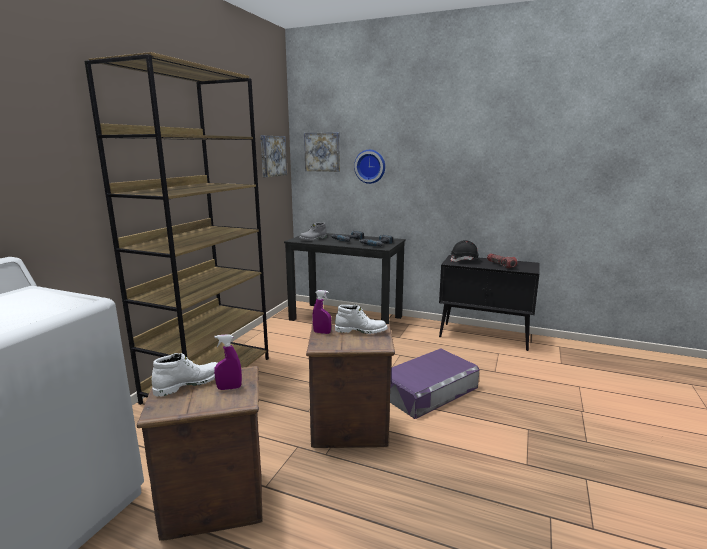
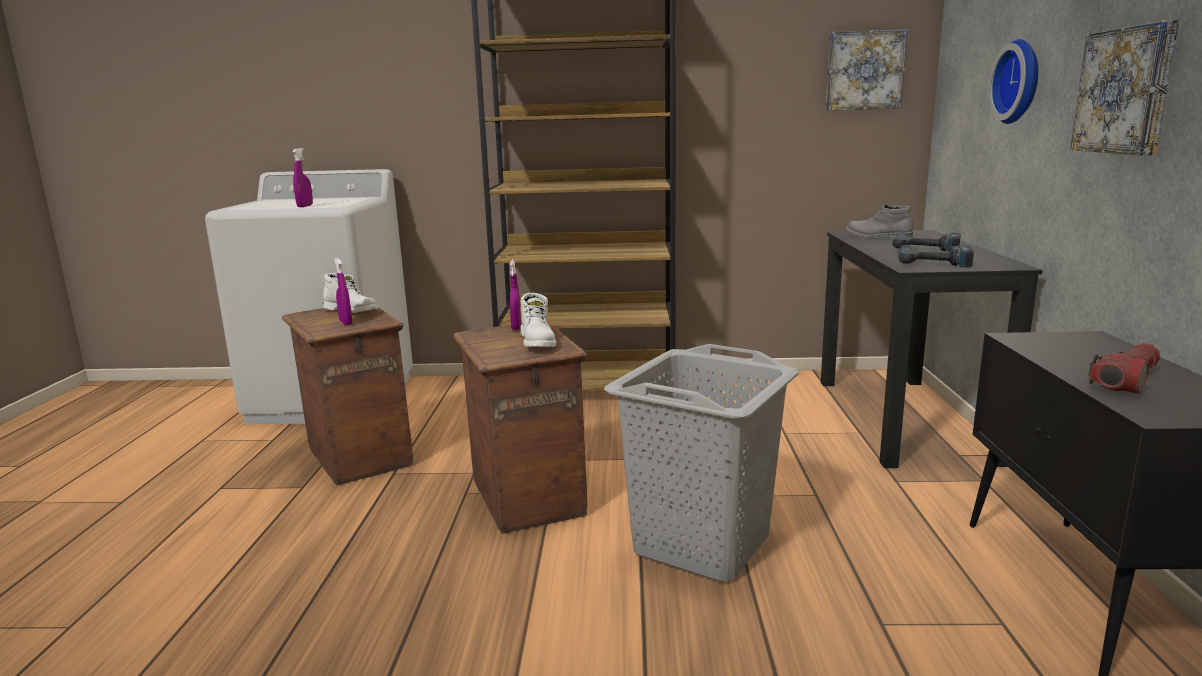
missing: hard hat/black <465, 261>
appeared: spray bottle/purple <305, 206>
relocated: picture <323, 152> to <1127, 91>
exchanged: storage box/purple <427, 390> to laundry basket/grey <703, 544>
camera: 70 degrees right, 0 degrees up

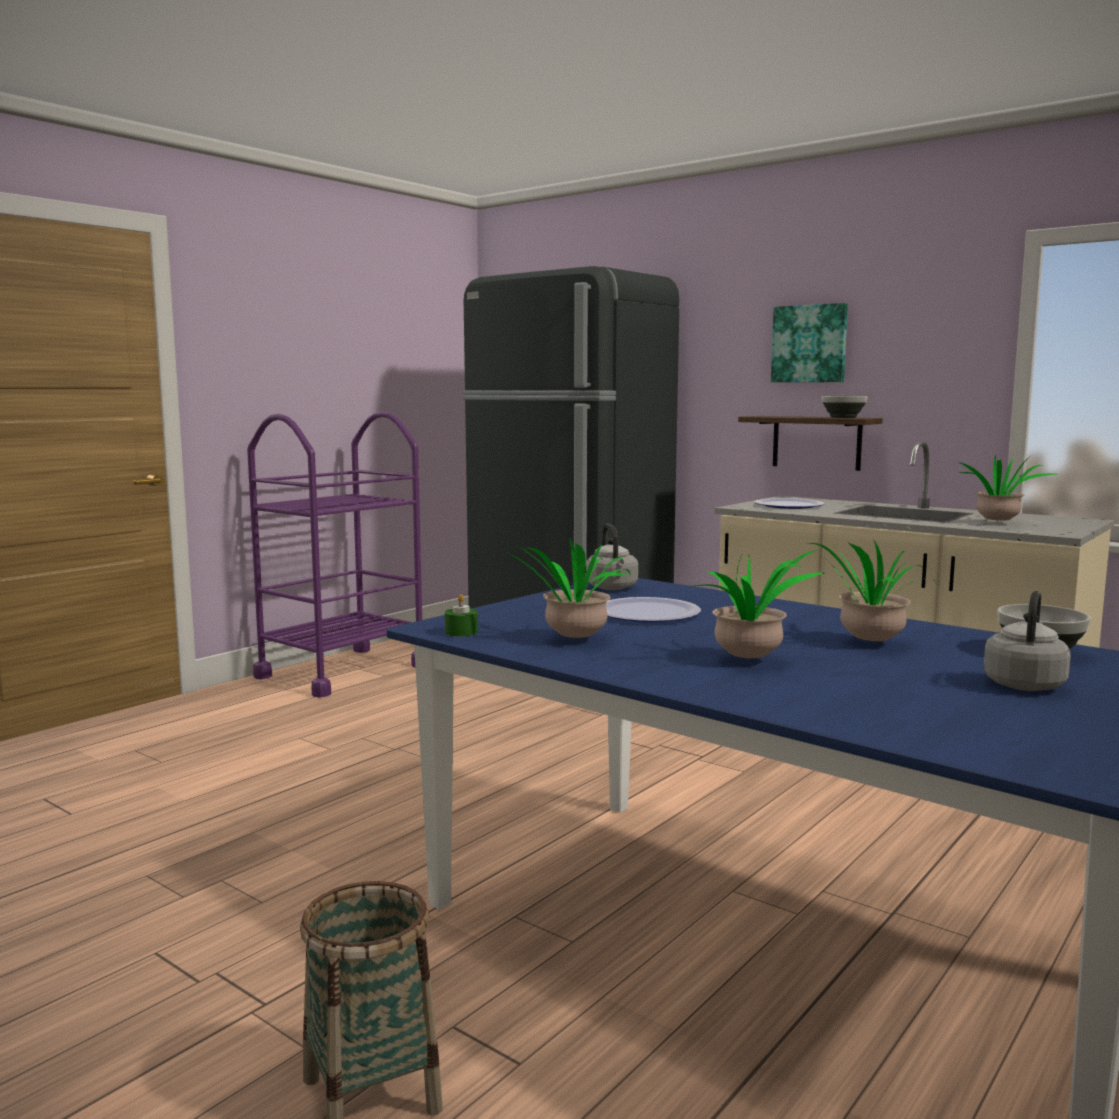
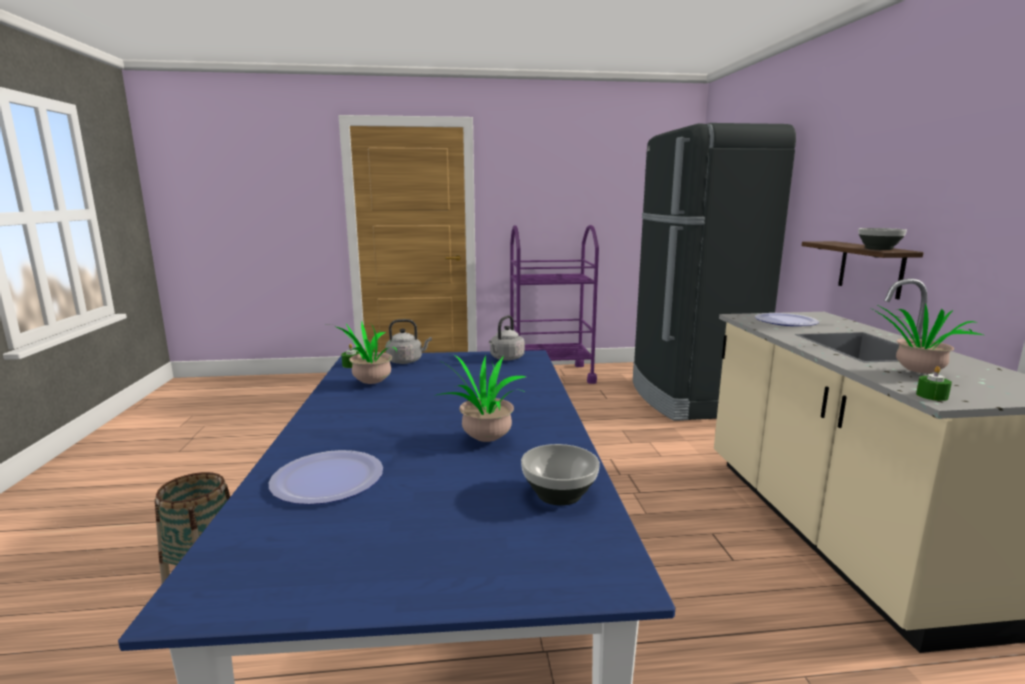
missing: picture <810, 344>; potted plant <752, 661>
appeared: candle/green <931, 396>
relocated: kettle/grey <1024, 684> to <406, 361>; plate <648, 613> to <328, 479>
camera: 45 degrees right, 5 degrees up

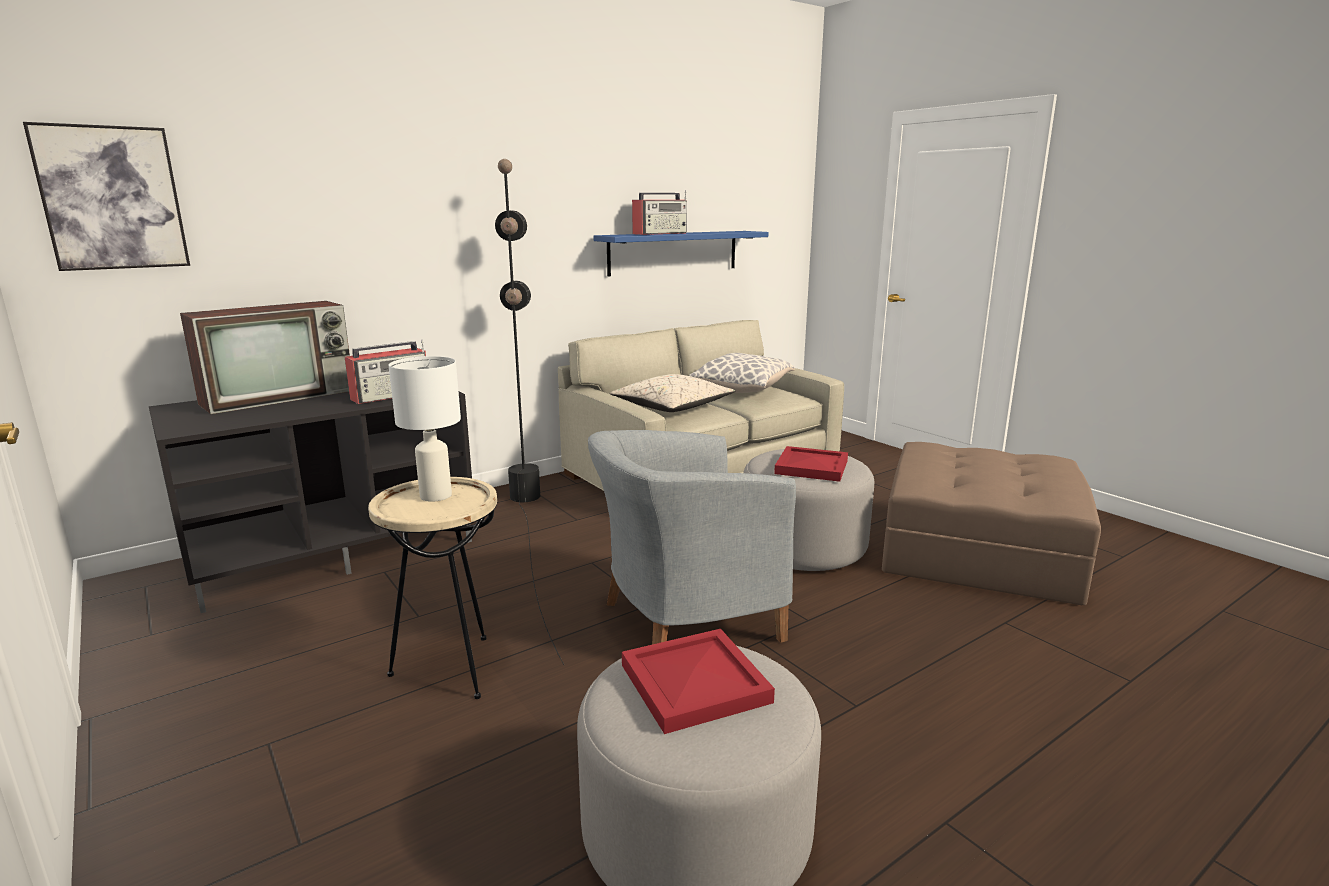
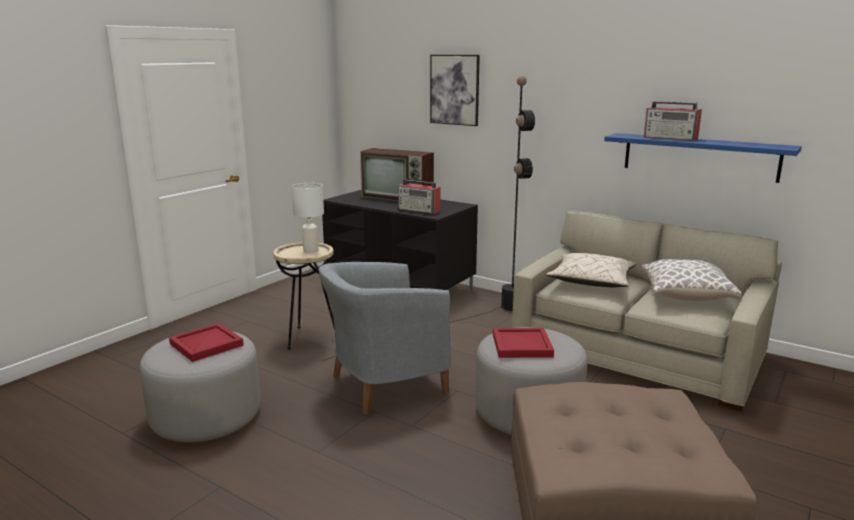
relocated: picture <112, 198> to <454, 90>
spun: armchair/grey <684, 622> = <383, 384> 75 degrees counterclockwise
camera: 70 degrees right, 0 degrees up

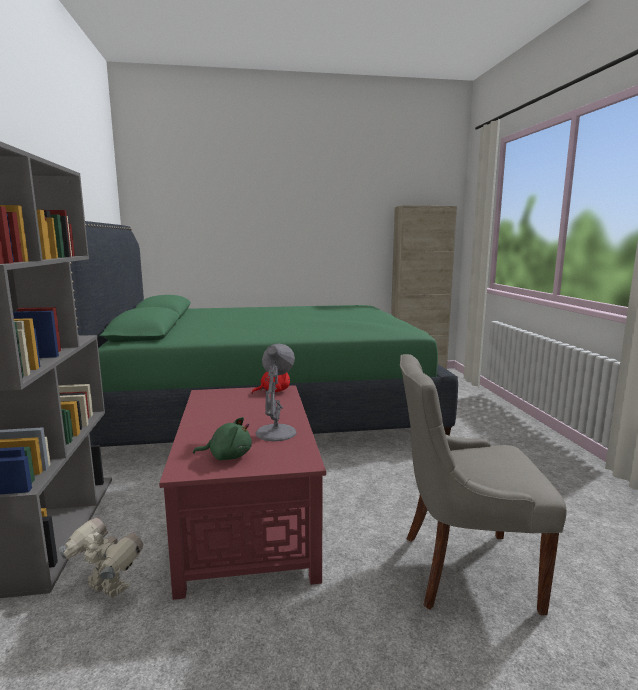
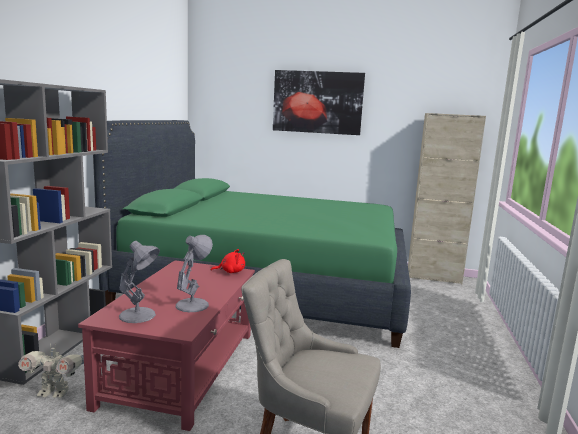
appeared: picture <317, 102>
exchanged: plush toy/green <227, 456> to table lamp/grey <139, 315>
spun: toy robot <106, 590> = <54, 392> 135 degrees clockwise
camera: 20 degrees right, 0 degrees up

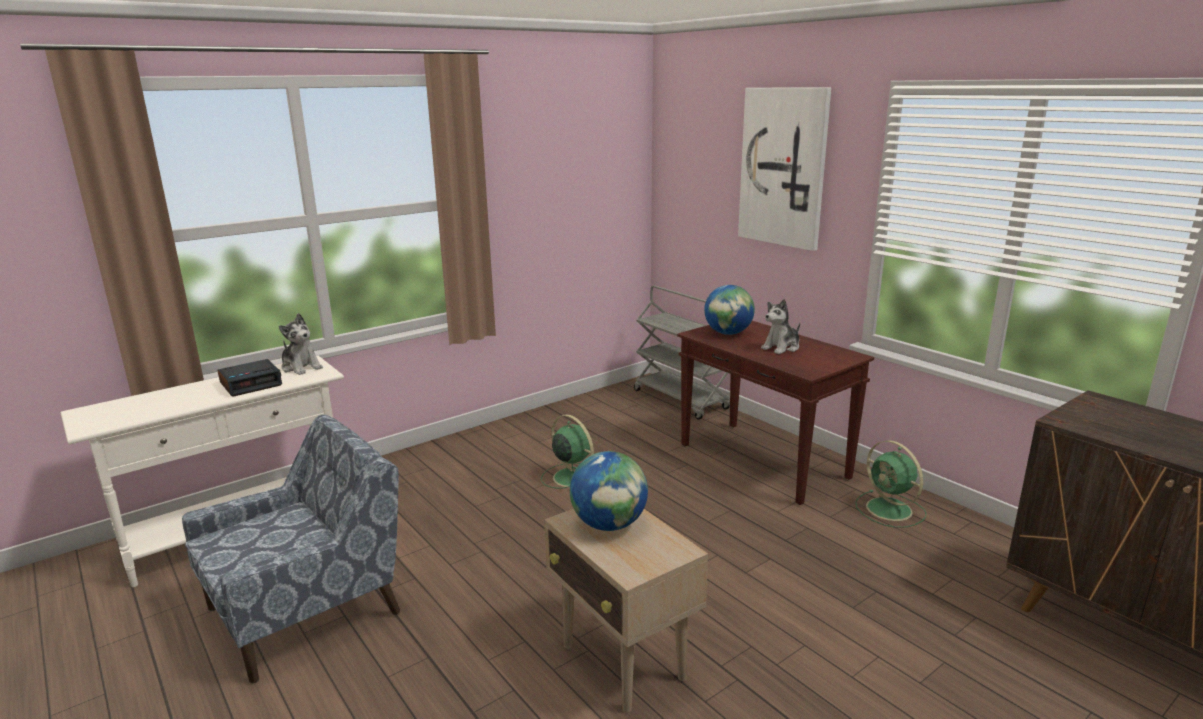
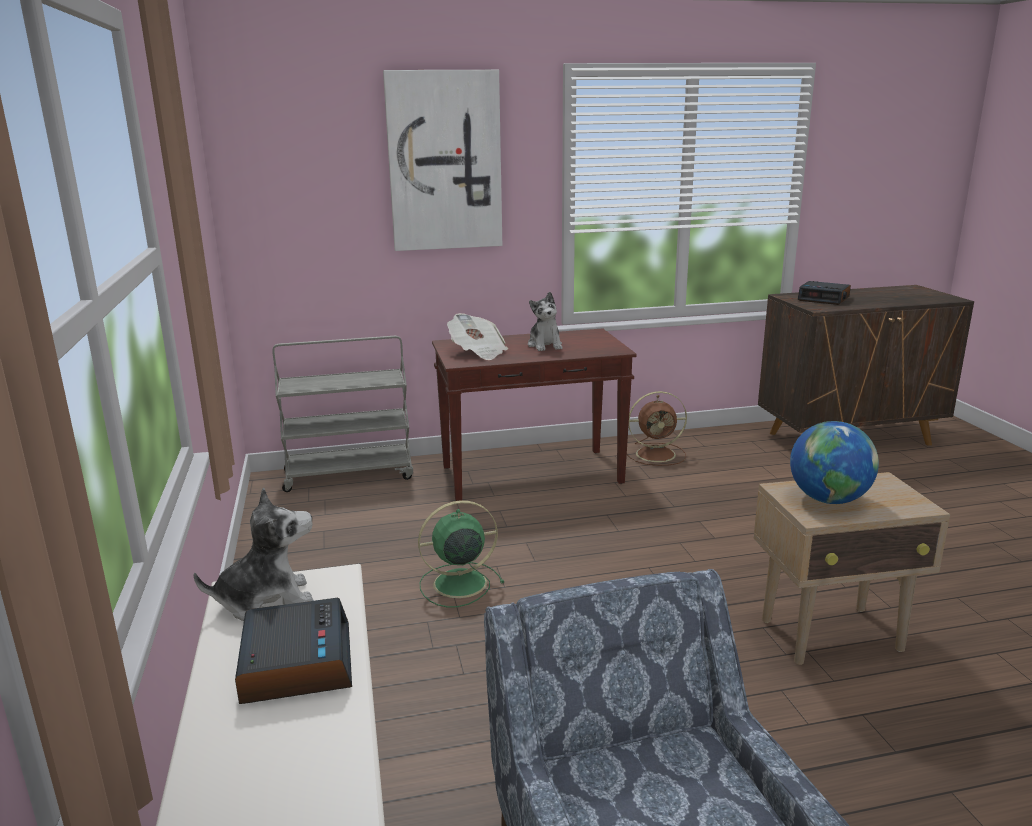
appeared: alarm clock <824, 299>
exchanged: globe <728, 333> to newspaper <478, 352>
colour: fan/green <890, 510> to fan/brown <657, 454>
camera: 65 degrees left, 0 degrees up

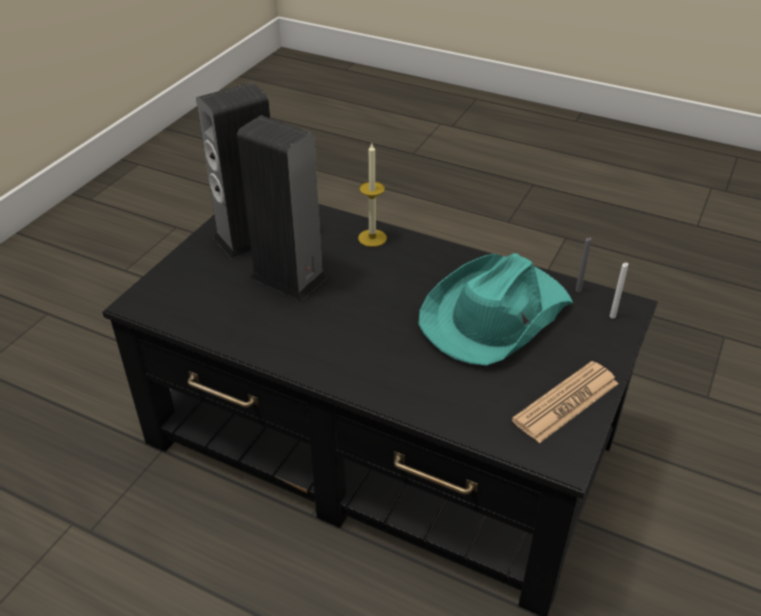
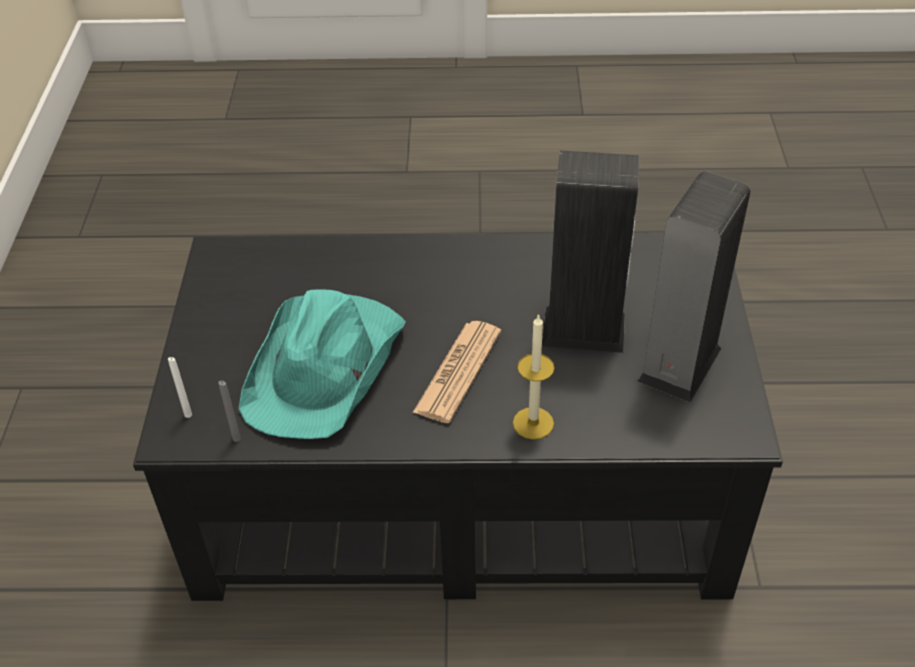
relocated: newspaper <566, 402> to <458, 372>
camera: 155 degrees right, 5 degrees up

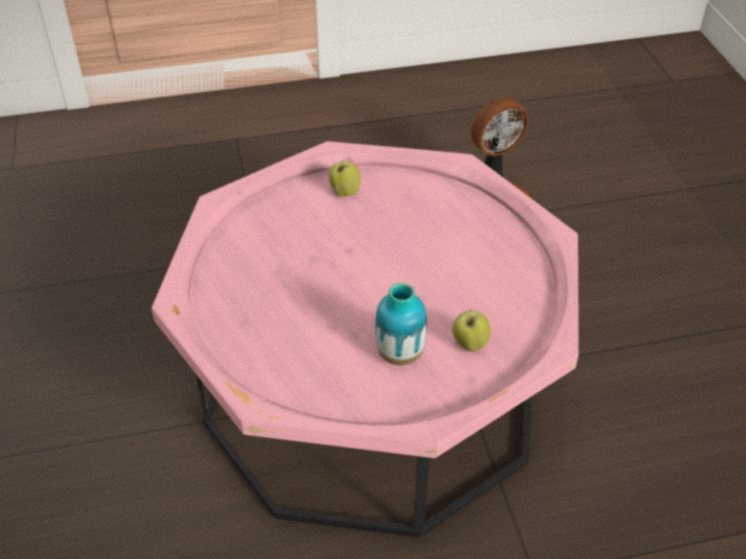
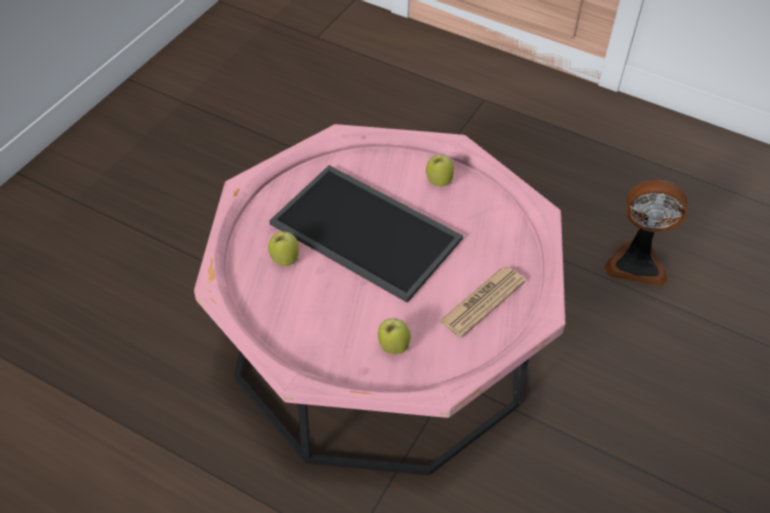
missing: vase <400, 354>
appeared: tray <369, 231>; apple <284, 259>; newspaper <482, 302>
camera: 40 degrees right, 5 degrees up

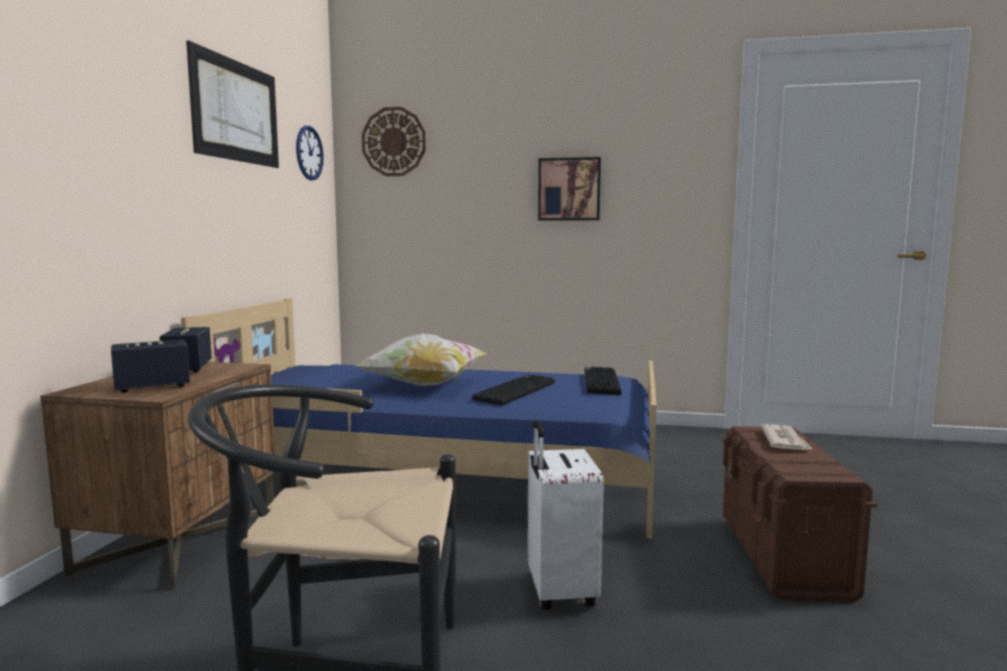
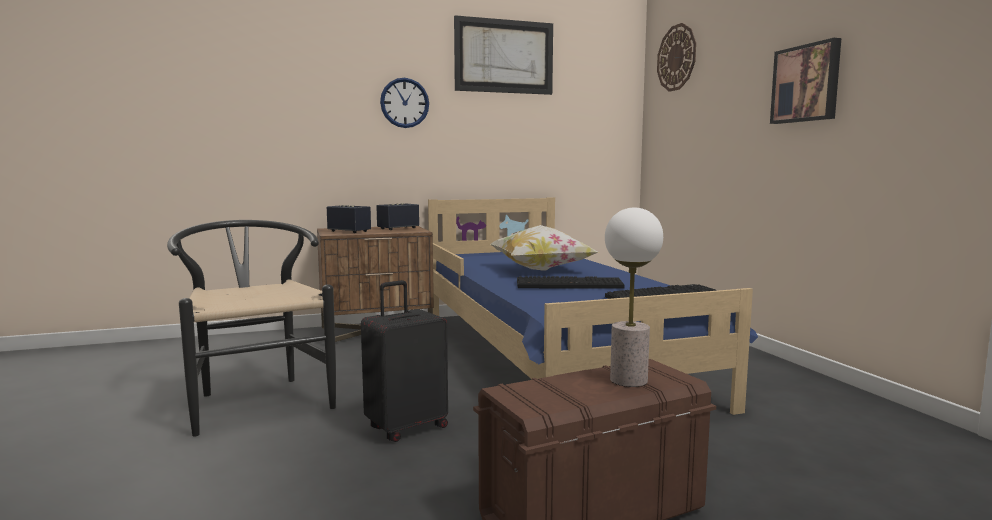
relocated: wall clock <309, 153> to <404, 103>
exchanged: newspaper <785, 441> to table lamp <629, 380>
colour: suitcase/white <558, 592> to suitcase/black <406, 427>
camera: 60 degrees right, 0 degrees up

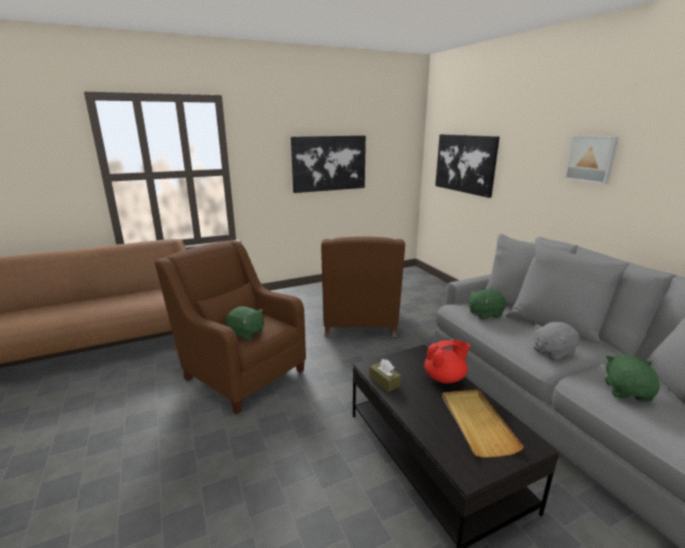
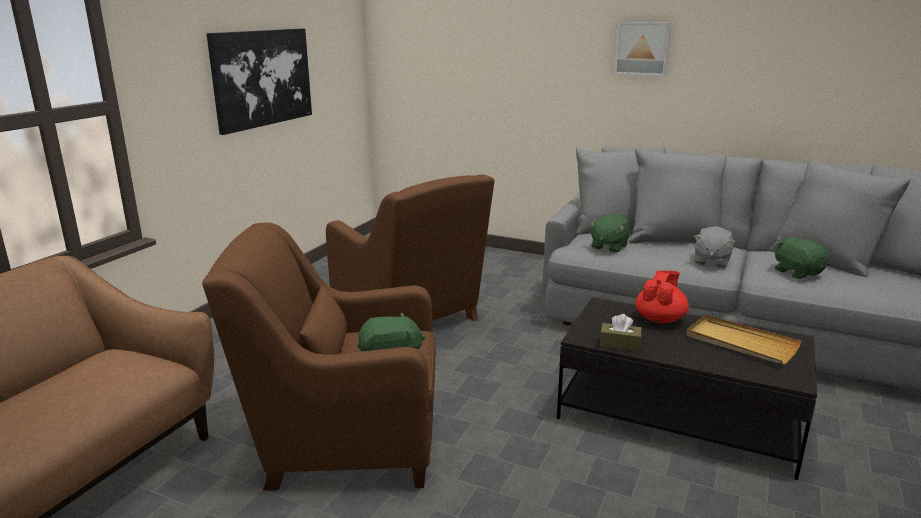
missing: picture <465, 163>
camera: 40 degrees left, 0 degrees up

